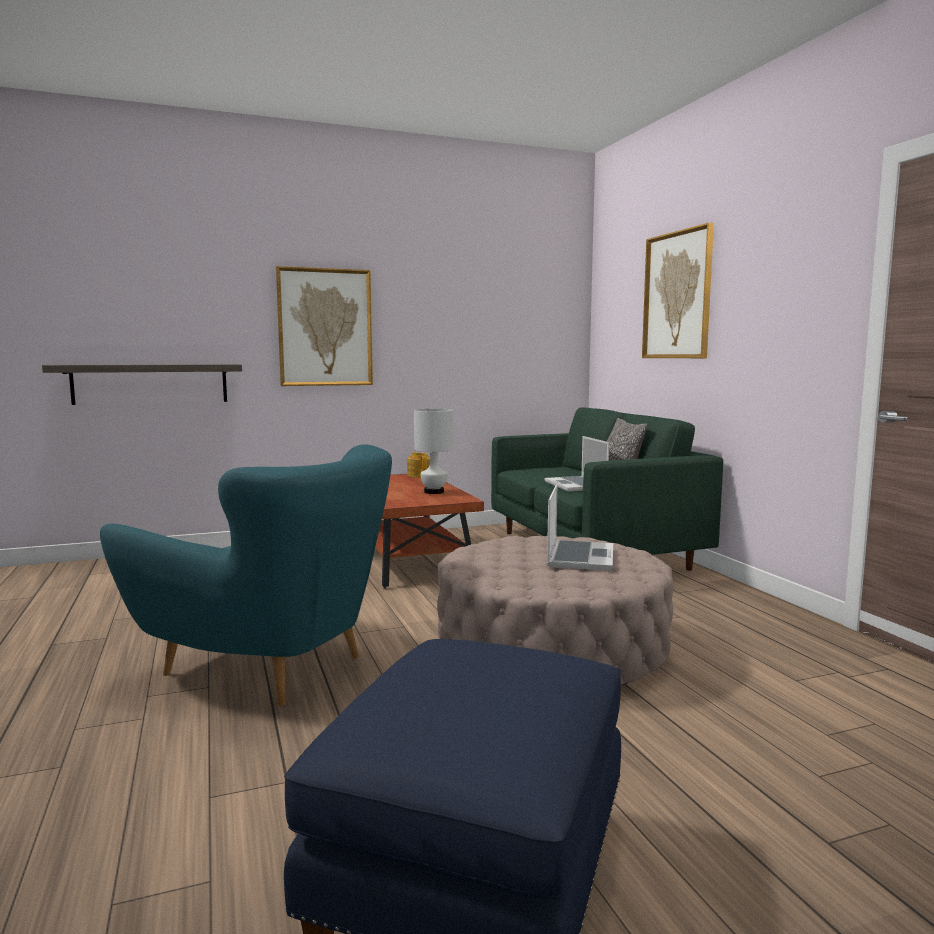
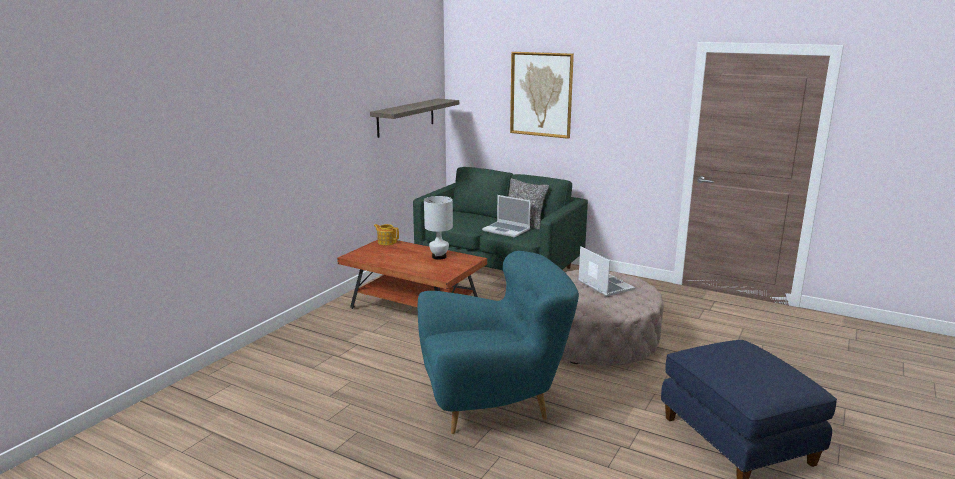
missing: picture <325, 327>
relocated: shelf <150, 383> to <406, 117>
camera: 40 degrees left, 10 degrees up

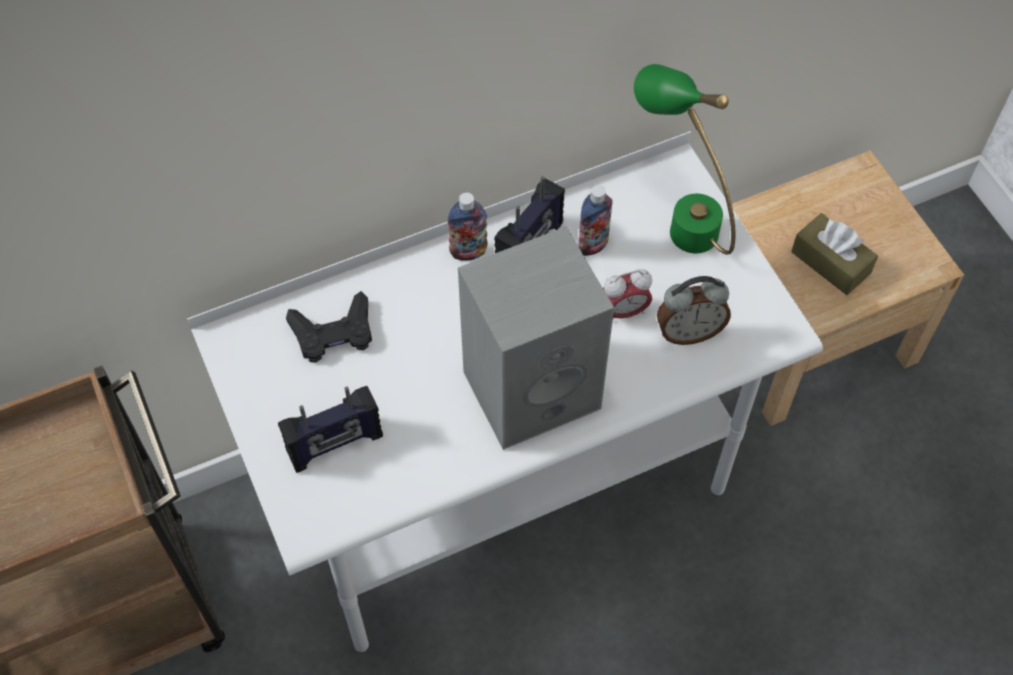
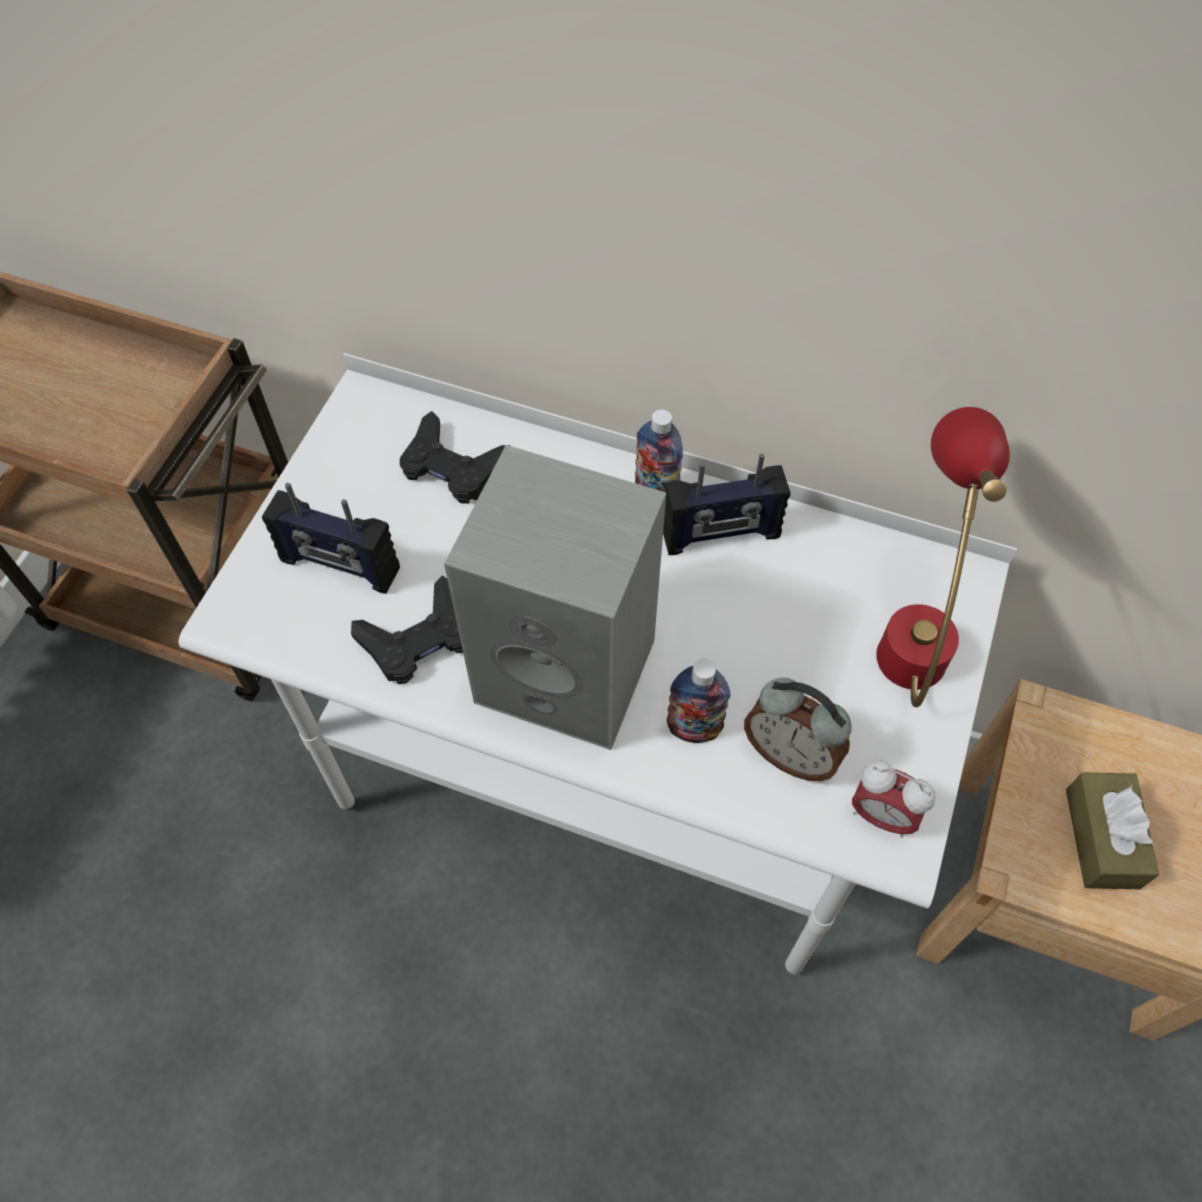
appeared: game controller/black <419, 639>
relocated: bottle <593, 245> to <694, 729>; alarm clock <624, 311> to <881, 815>
colour: table lamp/green <679, 216> to table lamp/red <913, 628>
camera: 45 degrees right, 0 degrees up

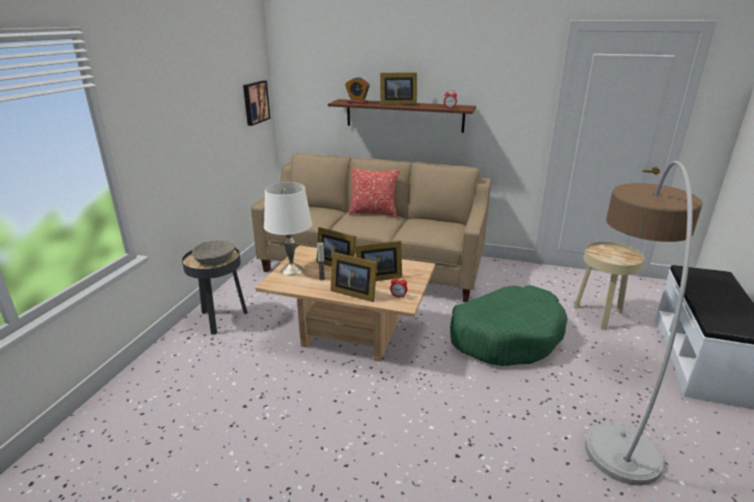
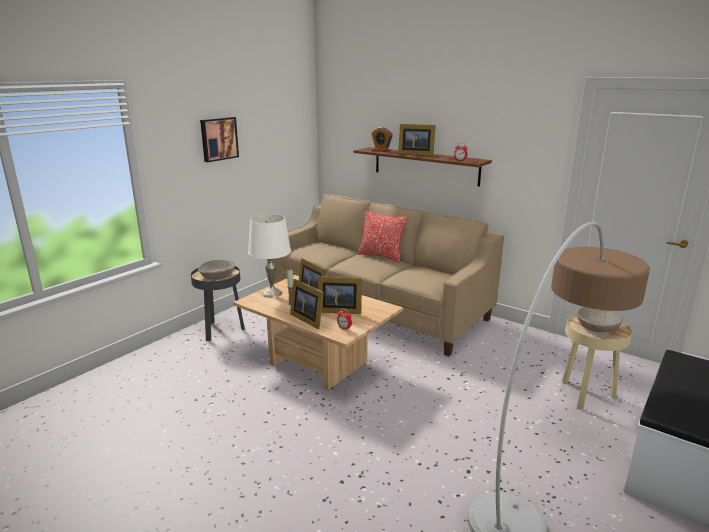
missing: dog bed/green <505, 336>
appeared: bowl/beige <597, 327>
relocated: picture <255, 102> to <218, 139>
camera: 20 degrees right, 5 degrees down

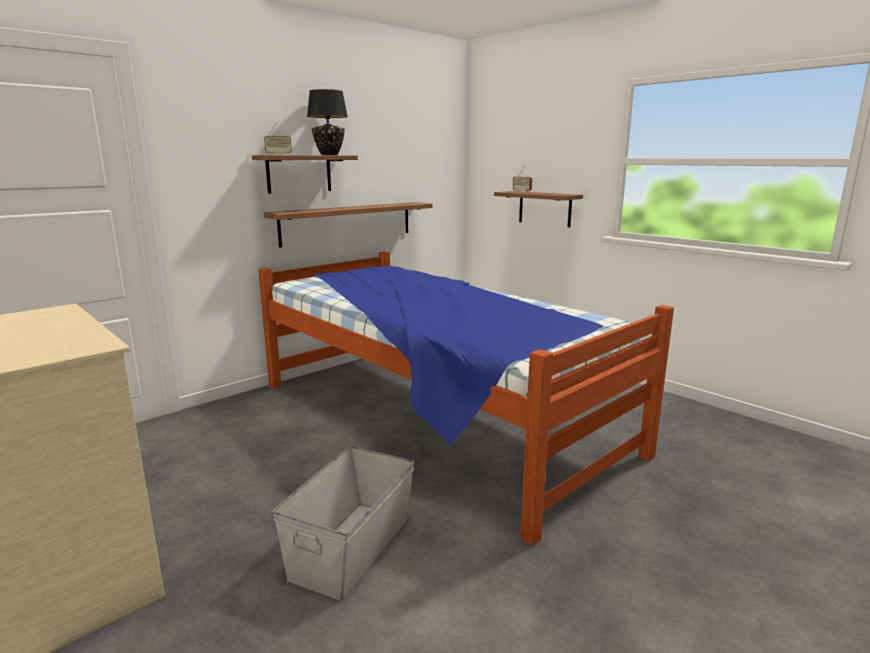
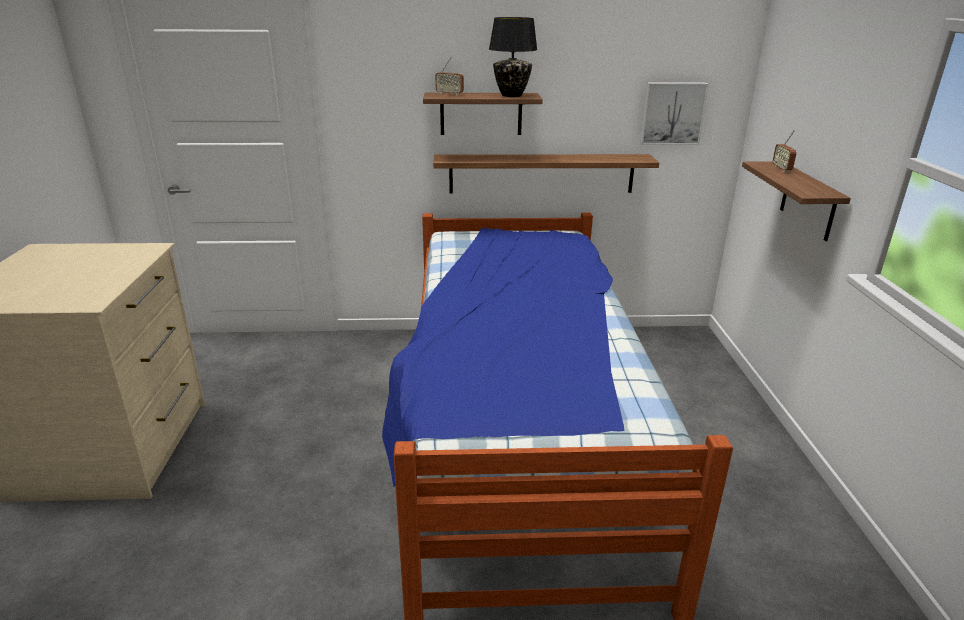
missing: storage box/grey <353, 547>
appeared: picture <672, 113>
camera: 40 degrees right, 10 degrees up

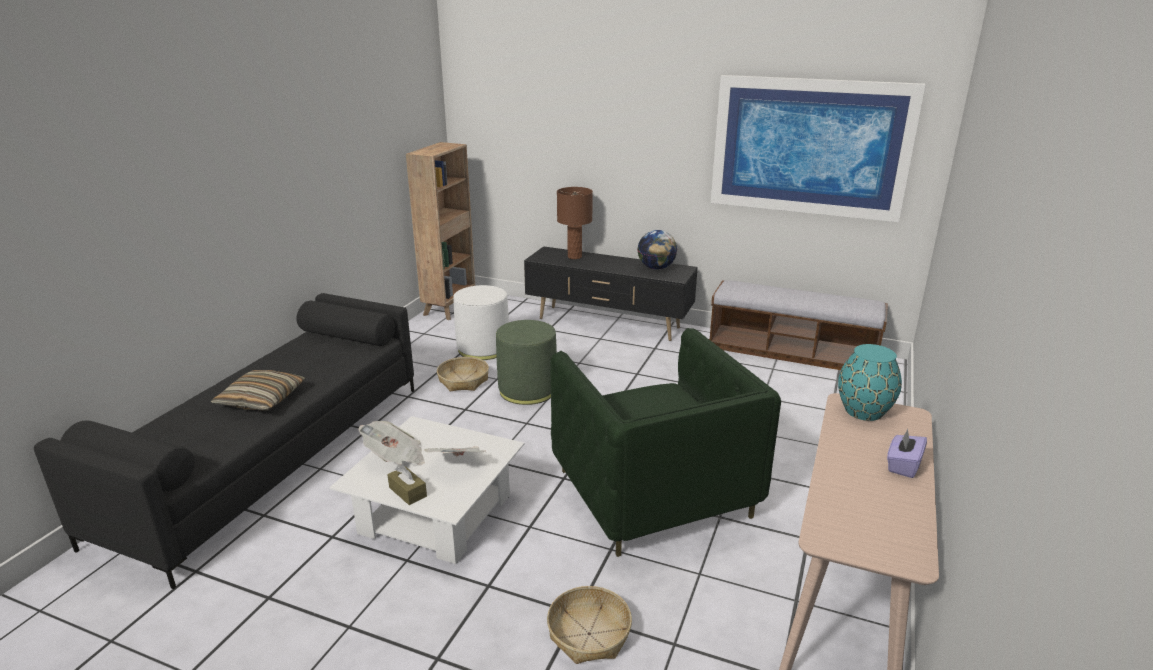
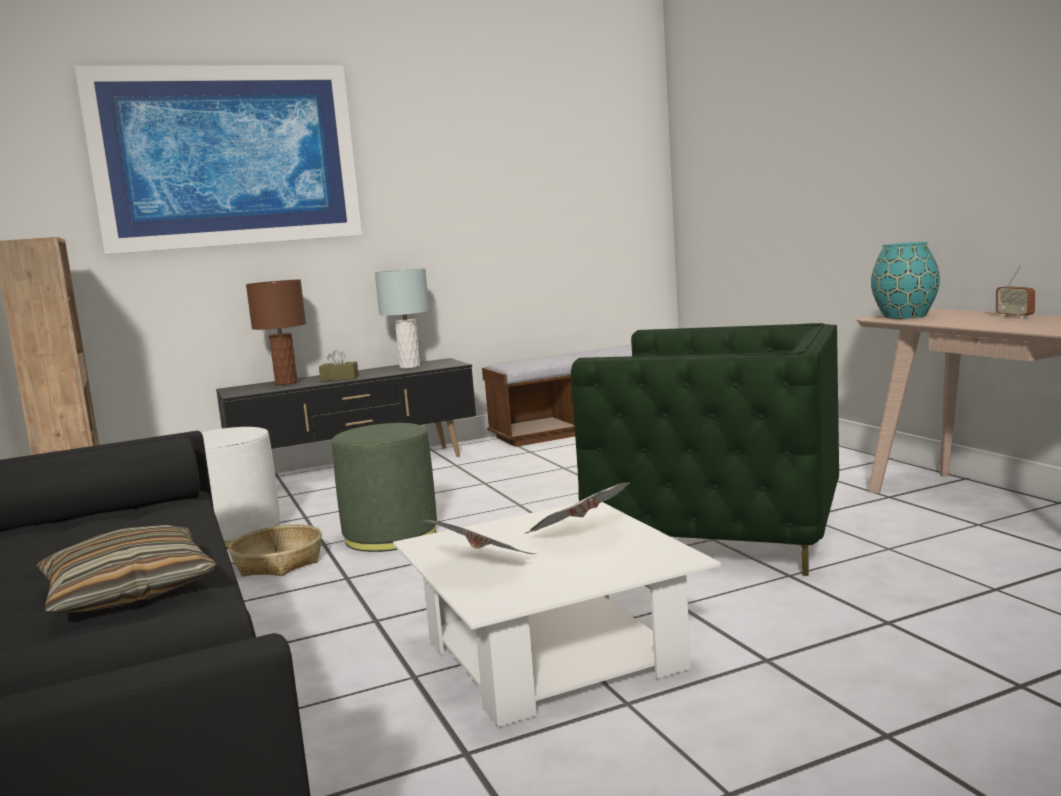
missing: basket <589, 633>
relocated: picture <810, 147> to <227, 157>; tissue box/brown <408, 492> to <339, 378>
exchanged: globe <656, 268> to table lamp/grey <410, 366>; tissue box/purple <903, 465> to radio <1015, 317>
camera: 45 degrees left, 15 degrees down

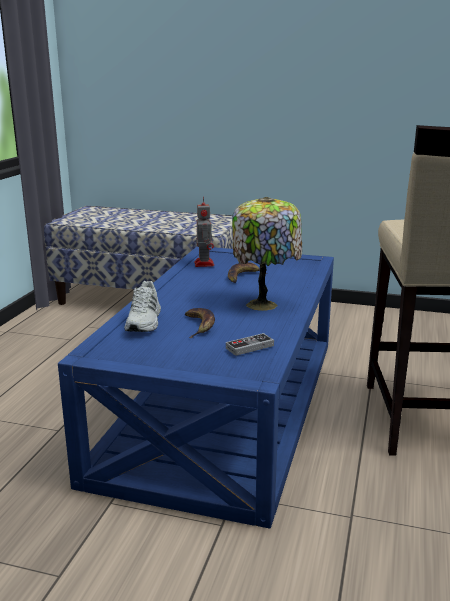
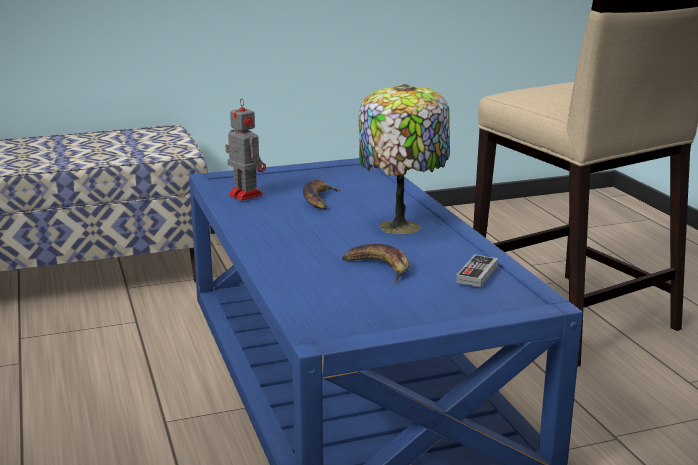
missing: shoe/white <145, 321>
camera: 35 degrees left, 0 degrees up

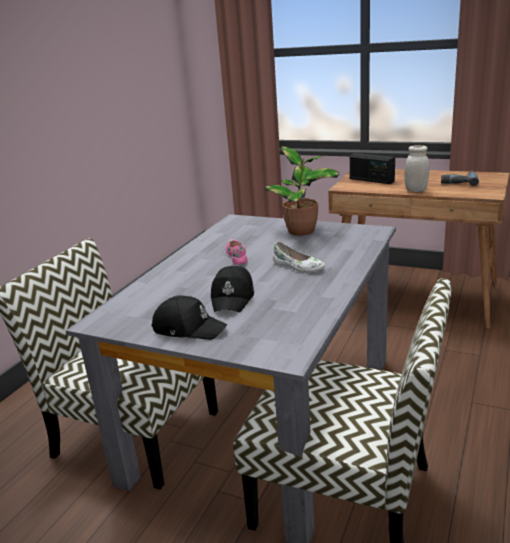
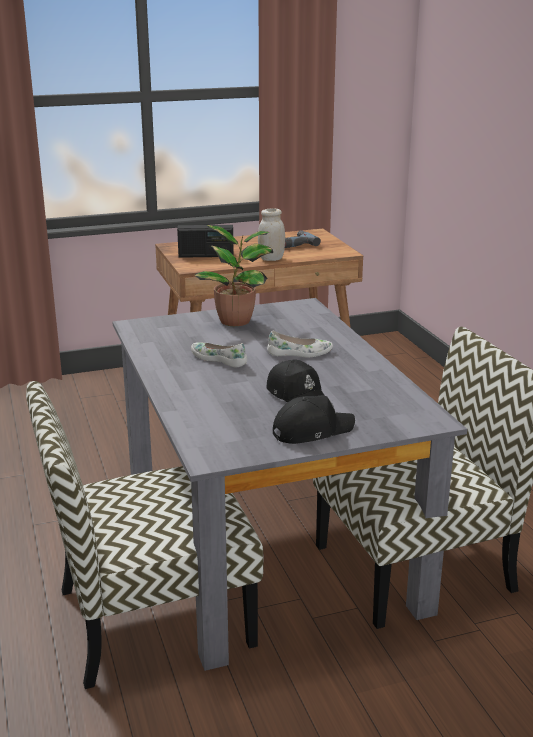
colour: shoe/pink <237, 255> to shoe/white <219, 359>
camera: 45 degrees left, 0 degrees up

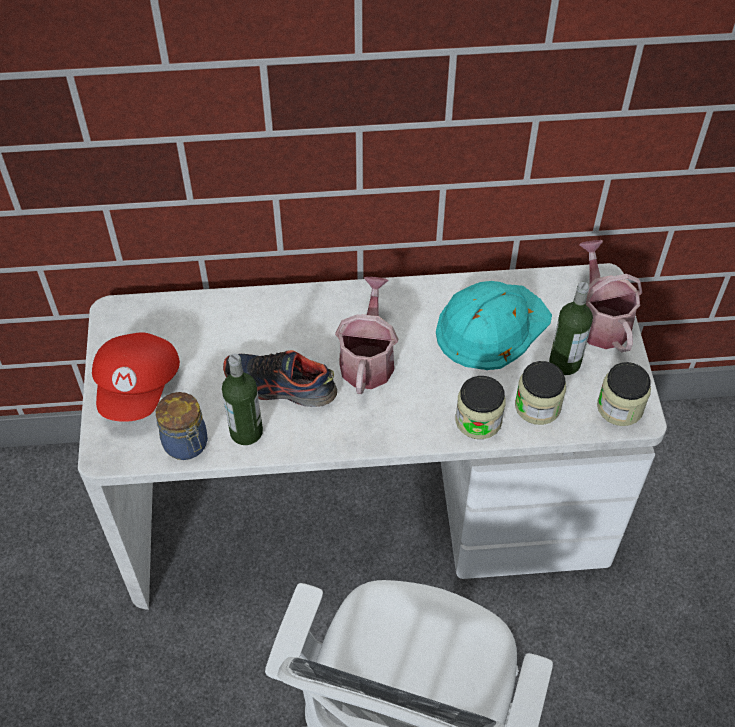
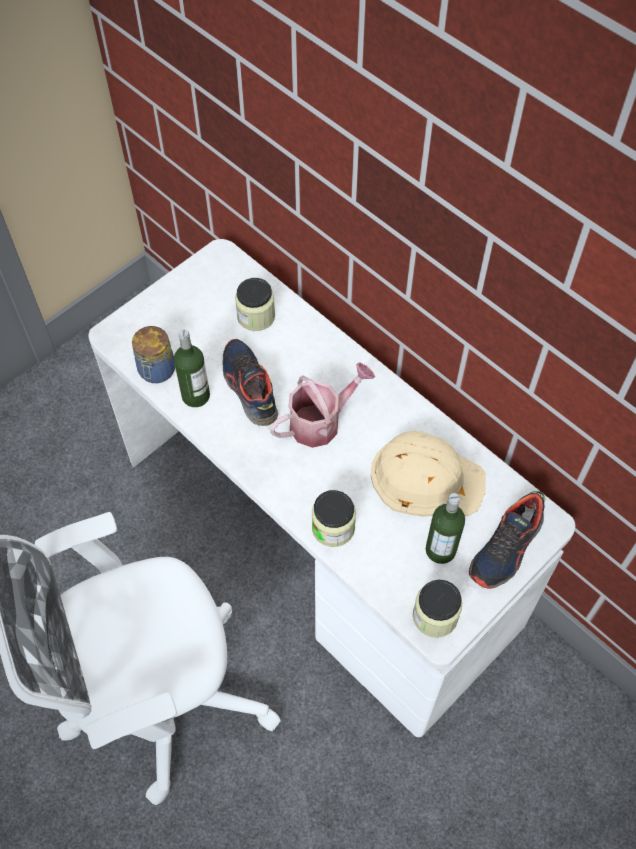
missing: cap/red <139, 387>
relocated: jar <537, 406> to <256, 316>
exchanged: watering can <600, 320> to shoe <507, 548>
colour: hard hat/turquoise <491, 326> to hard hat/beige <426, 478>
camera: 50 degrees right, 5 degrees up

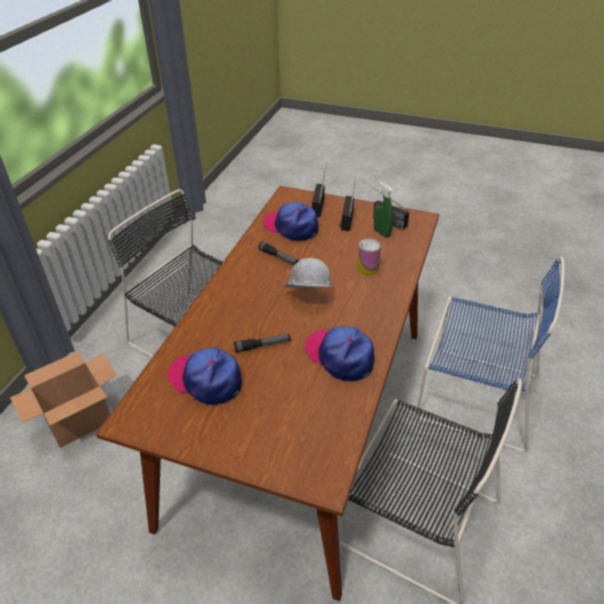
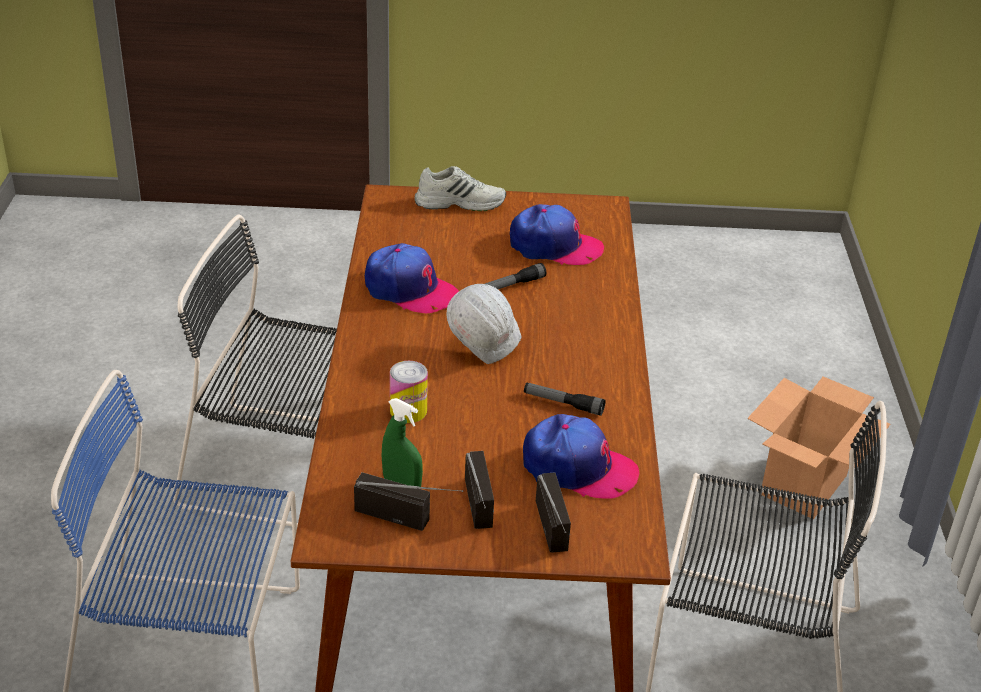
appeared: shoe/white <460, 202>
camera: 160 degrees right, 5 degrees down

